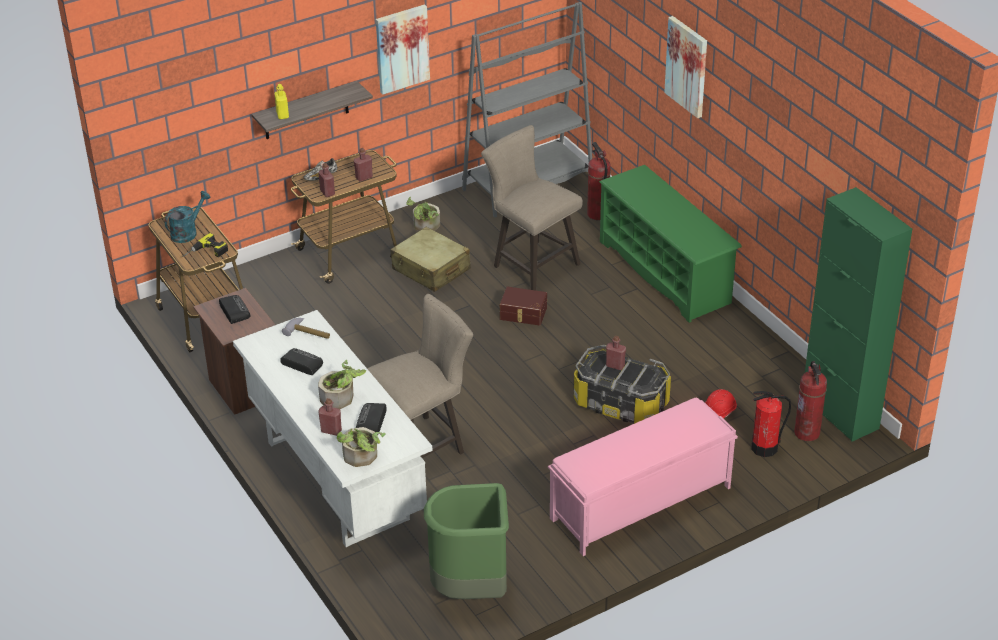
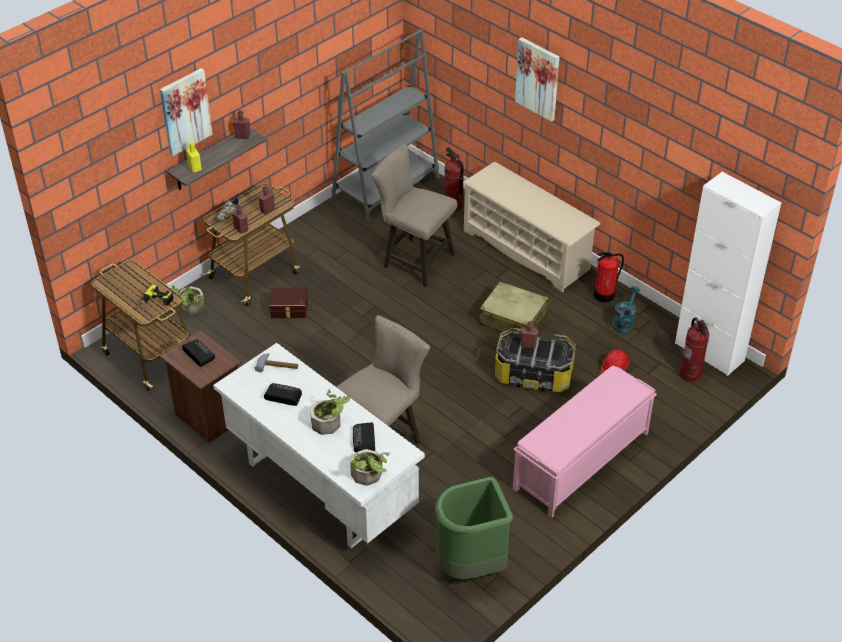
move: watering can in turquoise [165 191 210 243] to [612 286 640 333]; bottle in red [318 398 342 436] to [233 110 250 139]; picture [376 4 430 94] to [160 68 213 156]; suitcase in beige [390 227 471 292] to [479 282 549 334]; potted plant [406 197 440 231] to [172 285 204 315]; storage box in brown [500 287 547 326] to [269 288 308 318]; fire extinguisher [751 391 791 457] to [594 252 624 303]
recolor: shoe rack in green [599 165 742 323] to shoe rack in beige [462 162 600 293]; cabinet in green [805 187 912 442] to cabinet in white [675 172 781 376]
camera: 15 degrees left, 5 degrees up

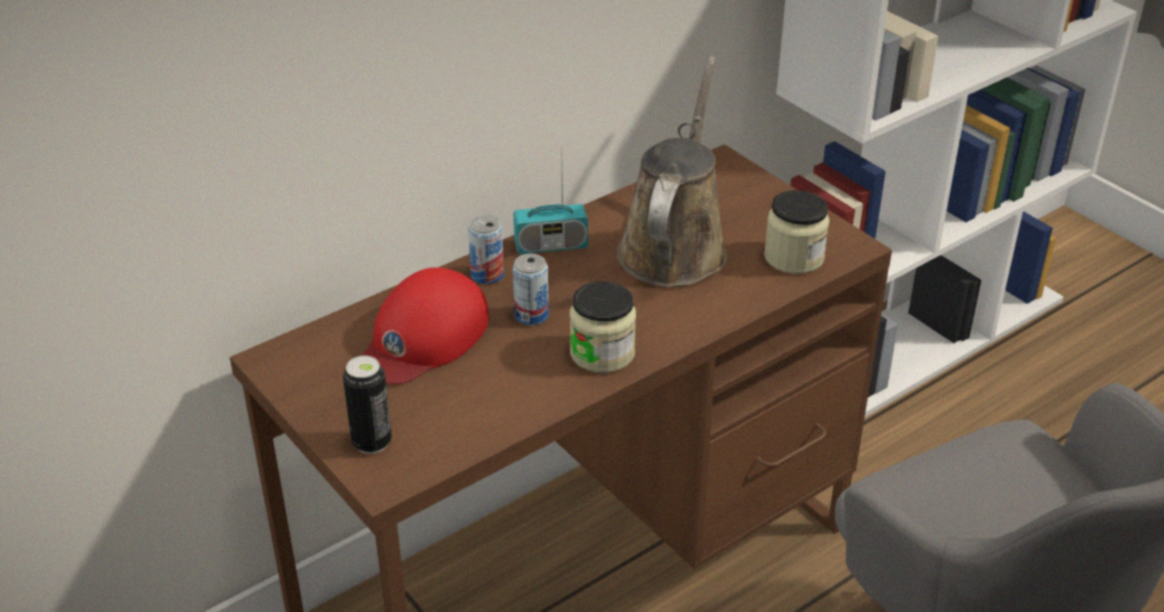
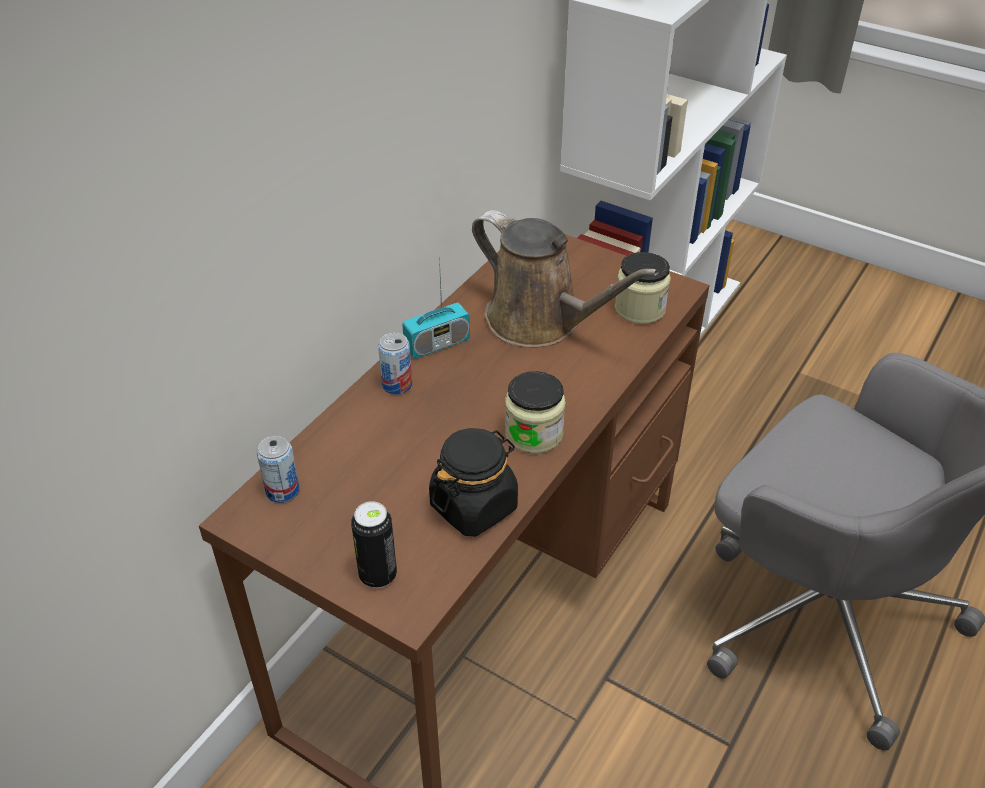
delete: cap in red [361 267 489 384]
insert: jar in black [429 428 518 536]
move: can [513 254 549 325] to [257 435 300 503]
rotate: watering can in brown [617 56 727 287] = [472 210 659 348] 135 degrees clockwise
camera: 20 degrees left, 5 degrees up

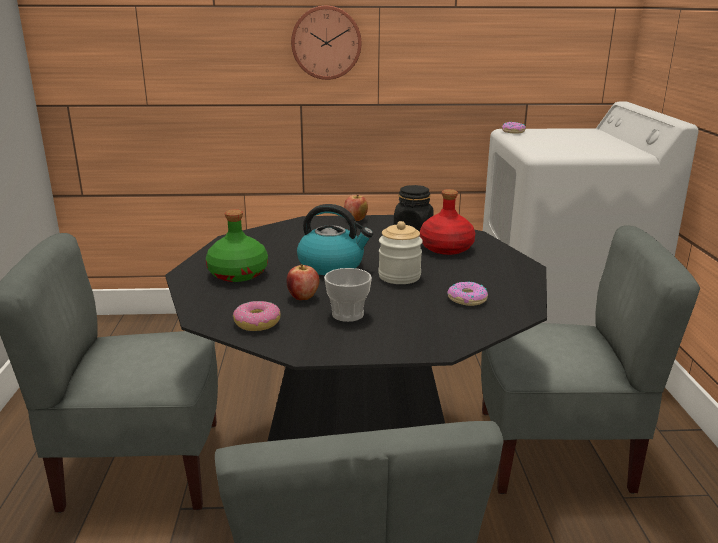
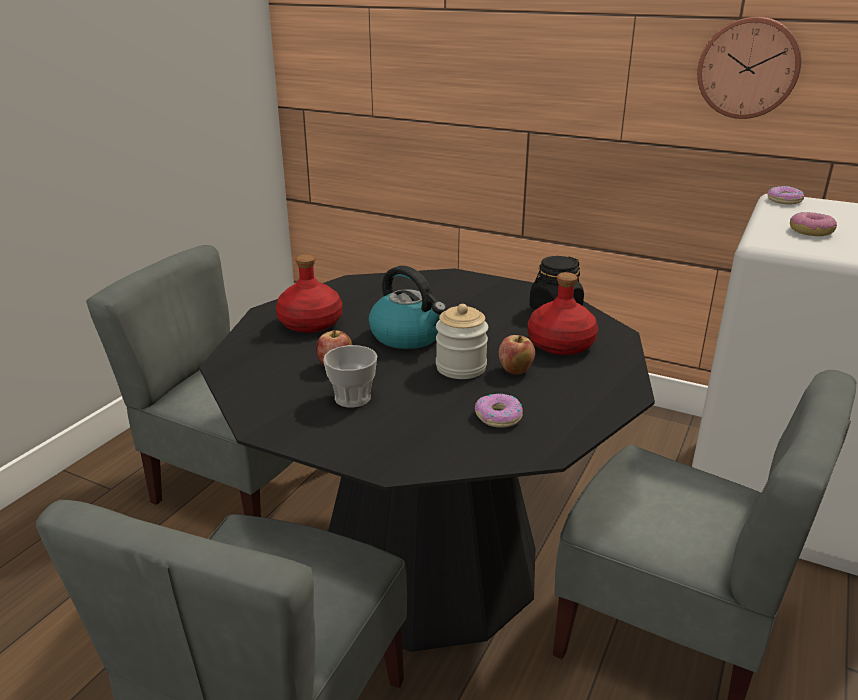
move: donut [233 301 281 331] to [790 212 837 236]; wall clock [291 5 361 80] to [697 17 802 119]; apple [344 194 368 221] to [499 335 535 375]
recolor: bottle in green [206 209 268 282] to bottle in red [276 254 342 333]
camera: 30 degrees right, 5 degrees up

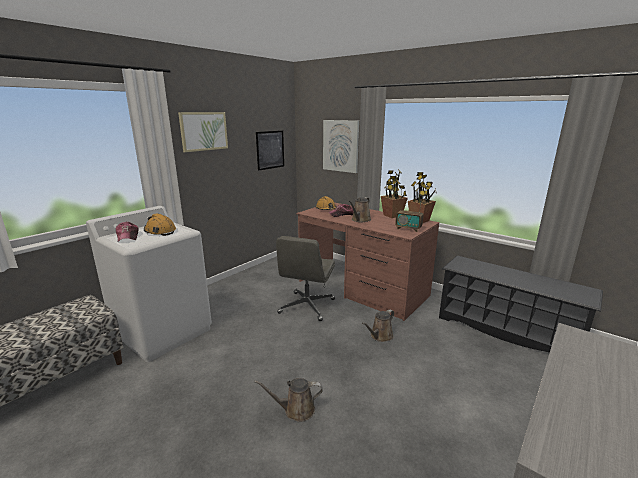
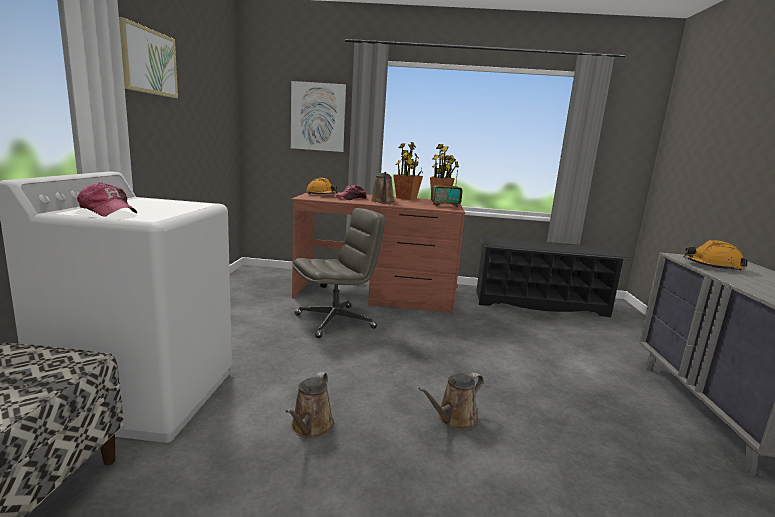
delete: picture [256 131 284 171]
move: hard hat in orange [144 213 176 236] to [683 240 747 271]; watering can in brown [362 309 394 342] to [285 372 334 438]
rotate: office chair in grey [276 236 335 321] = [293 208 385 338] 105 degrees counterclockwise
camera: 35 degrees left, 5 degrees down

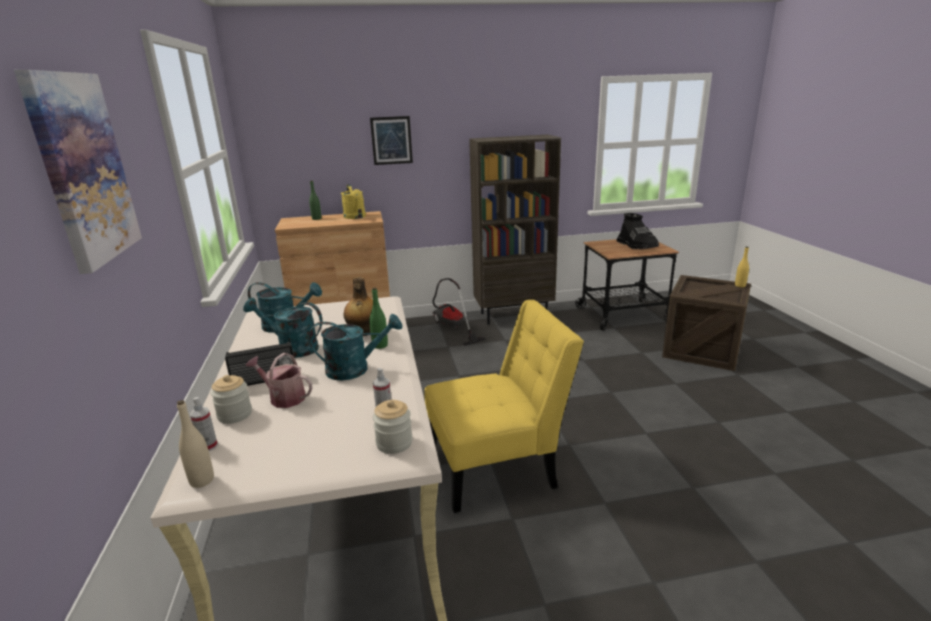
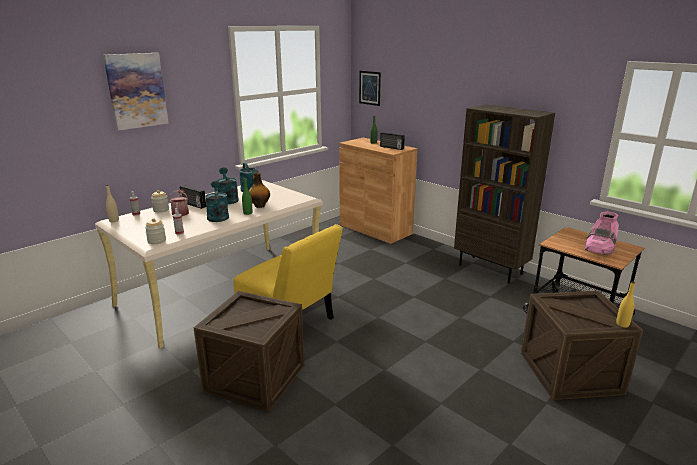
delete: vacuum cleaner [432 278 486 346]
insert: crate [194 291 304 412]
move: picture [370 116 413 165] to [359 71 381 106]
replace: watering can in yellow [341 184 366 219] to radio [380 132 405 150]
recolor: boot in black [617 213 659 249] to boot in pink [584 211 619 255]
rotate: watering can in turquoise [309 314 402 380] = [205 181 229 222] 150 degrees counterclockwise
camera: 55 degrees right, 0 degrees up

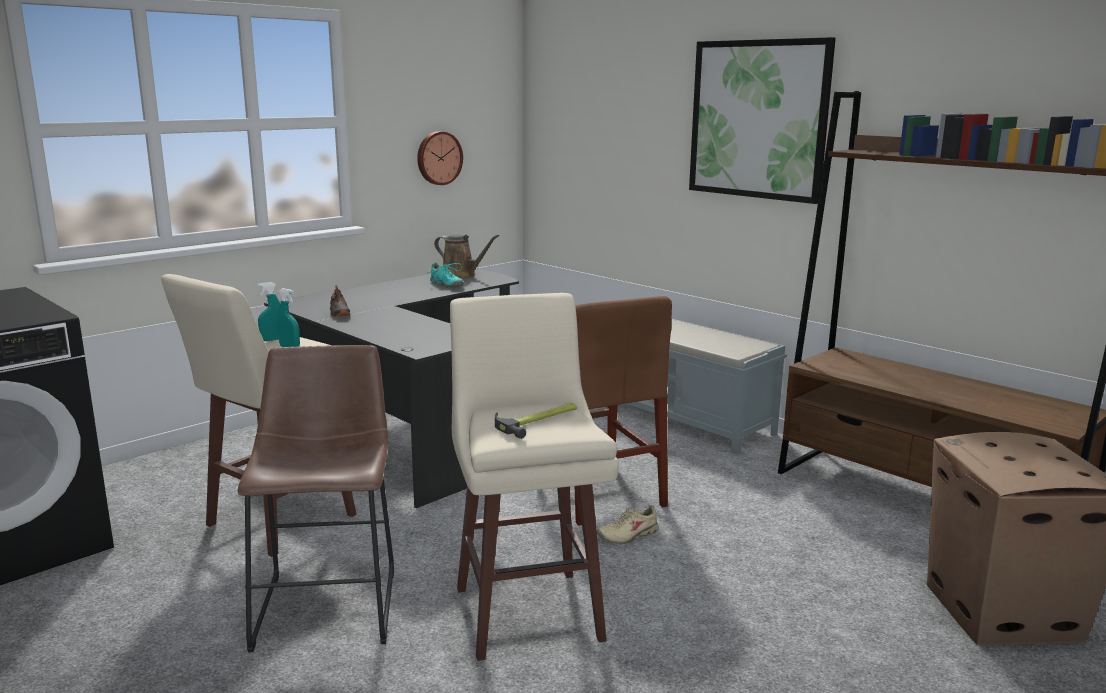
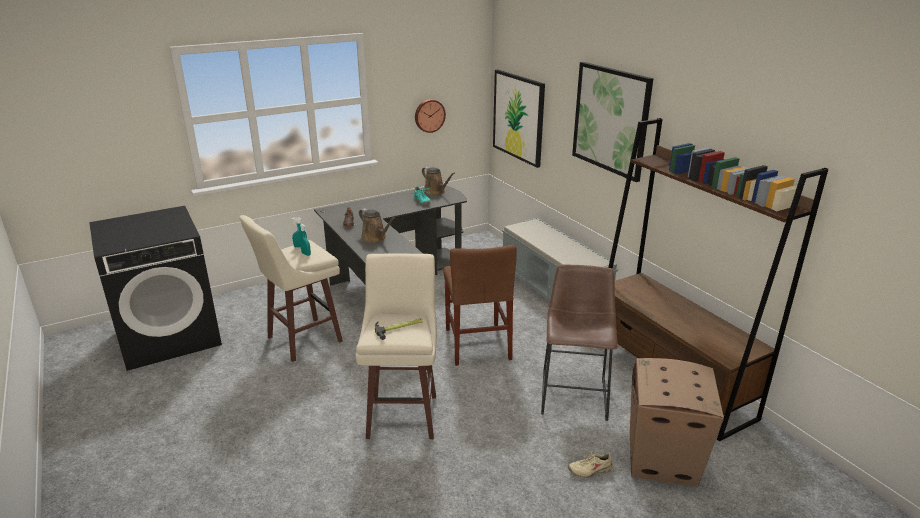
insert: watering can in brown [359 208 395 243]; picture [493 70 545 168]
move: stool in brown [238 345 394 652] to [541 265 618 421]; shoe in beige [597 505 659 544] to [568 449 613 478]
camera: 15 degrees right, 10 degrees up

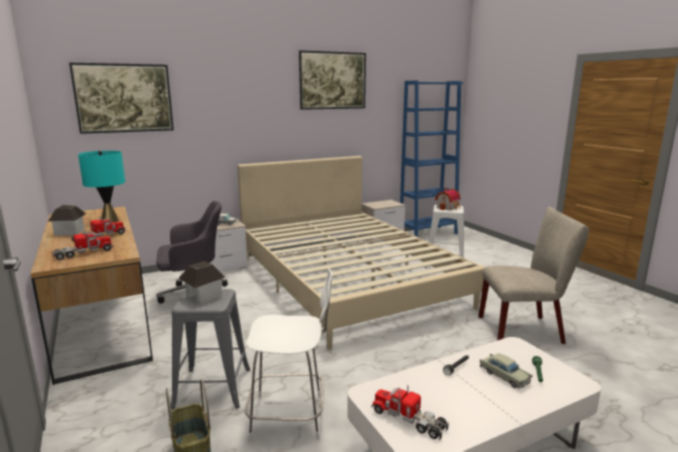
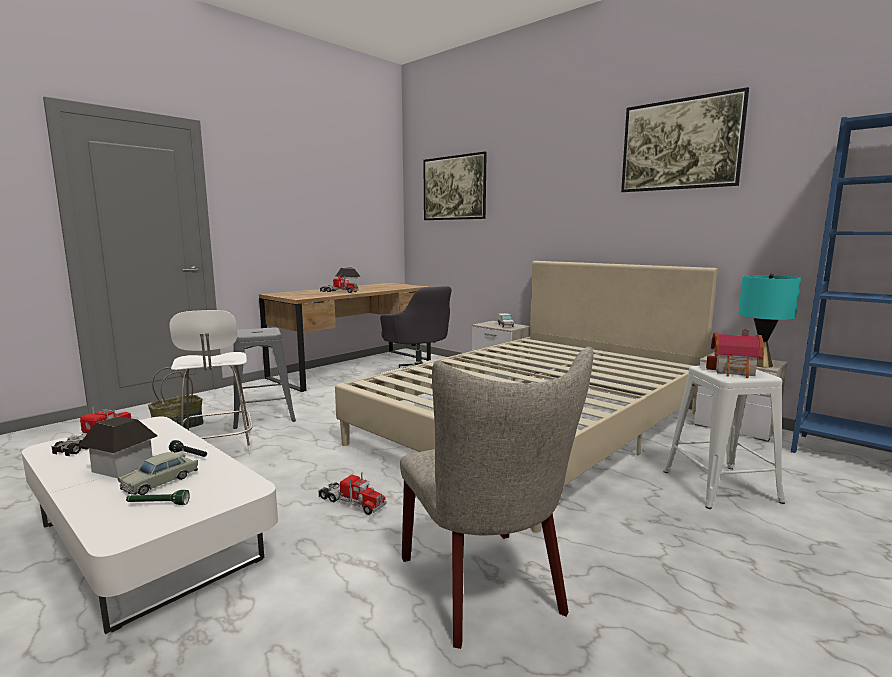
move: toy truck [51 229 113 260] to [318 473 387 515]; table lamp in turquoise [78 151 125 223] to [738 274 801 368]; toy house [178 261 225 304] to [78 416 158 478]
camera: 70 degrees right, 5 degrees down

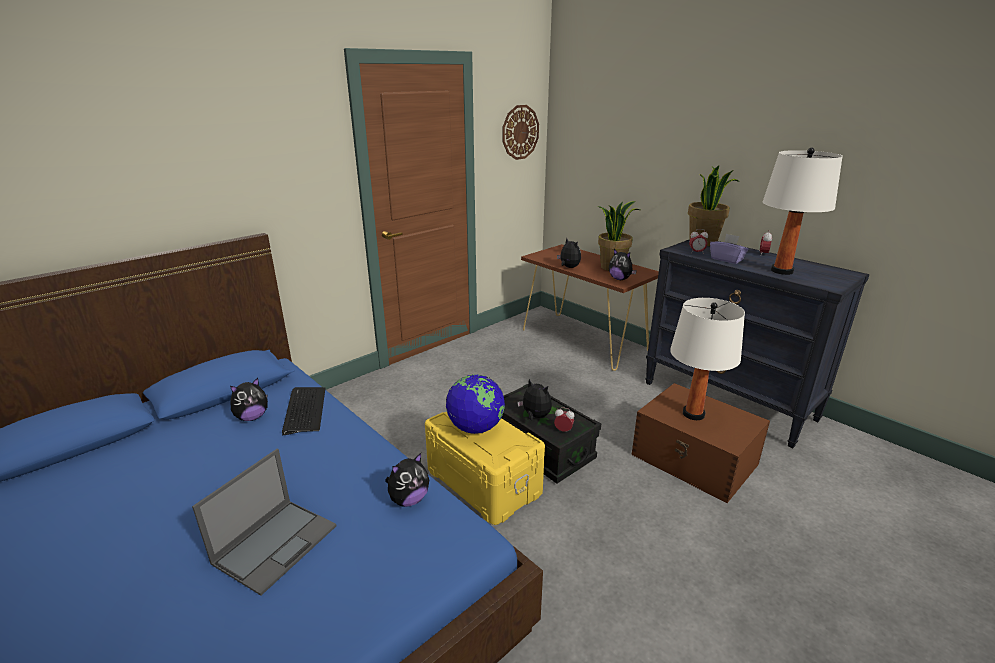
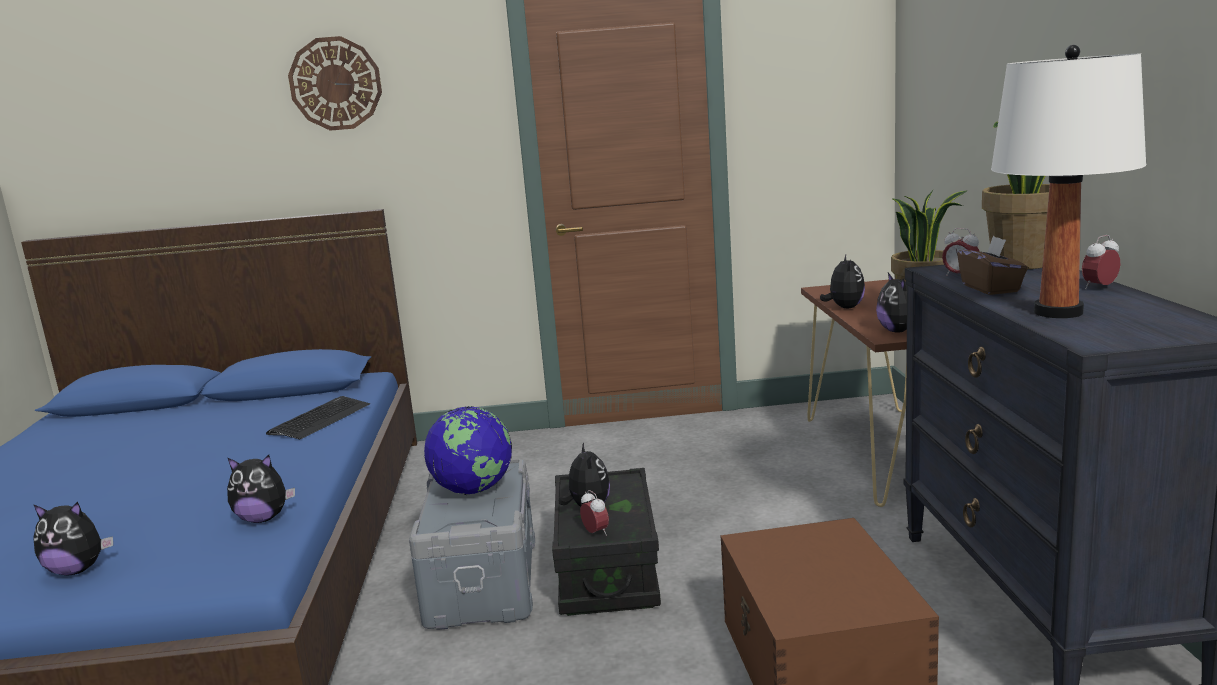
delete: laptop [192 449 337 596]; table lamp in white [670 298 745 420]
move: plush toy [230 378 268 421] to [33 502 113 575]; wall clock [502 105 539 160] to [288 36 382 131]
recolor: storage box in yellow [425 411 545 525] to storage box in grey [409 459 535 630]; tissue box in purple [710 234 748 264] to tissue box in brown [957 236 1028 295]
camera: 40 degrees right, 10 degrees down

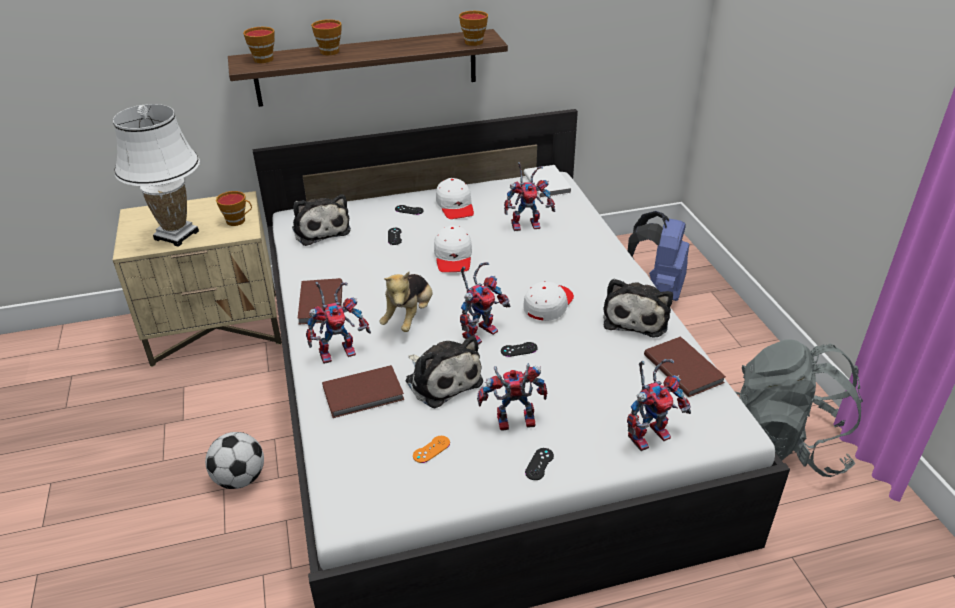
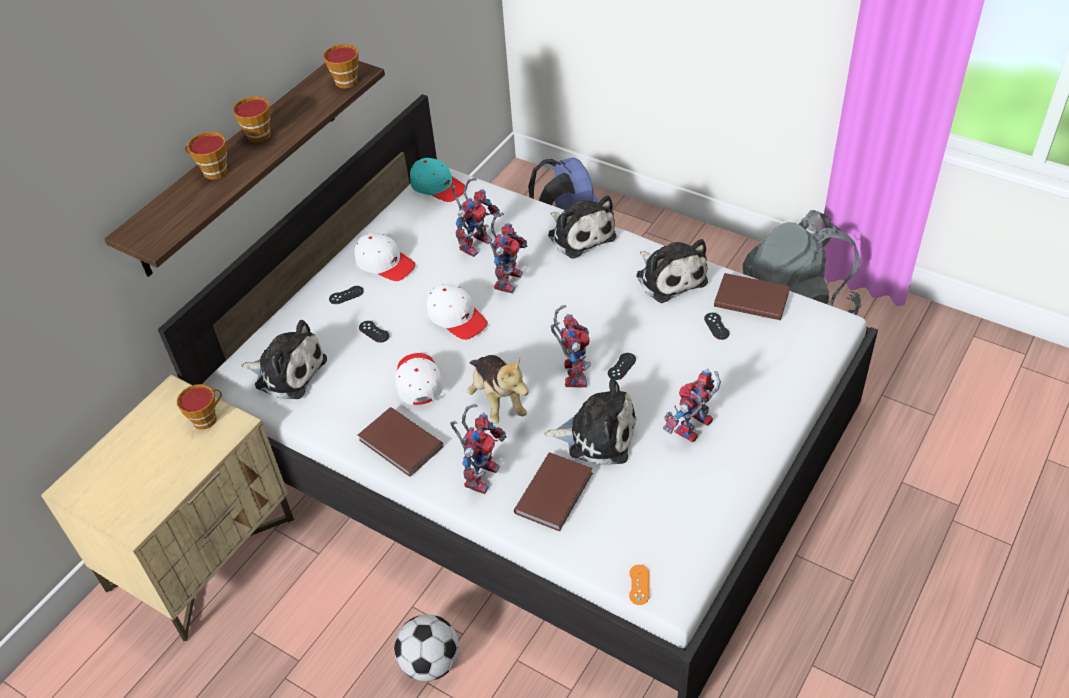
delete: table lamp in white [113 104 200 247]
insert: plush toy [548 195 616 259]
move: cup [243 27 275 63] to [233 96 271 143]; game controller in orange [413 436 450 463] to [629 565 649 605]; cap in white [523 281 574 321] to [395 353 443 405]; game controller in black [525 448 554 480] to [704 313 729 340]; toy robot [627 359 691 451] to [482 212 527 293]
replace: book in white [524 165 572 198] to cap in turquoise [410 158 465 202]
camera: 40 degrees left, 10 degrees up

